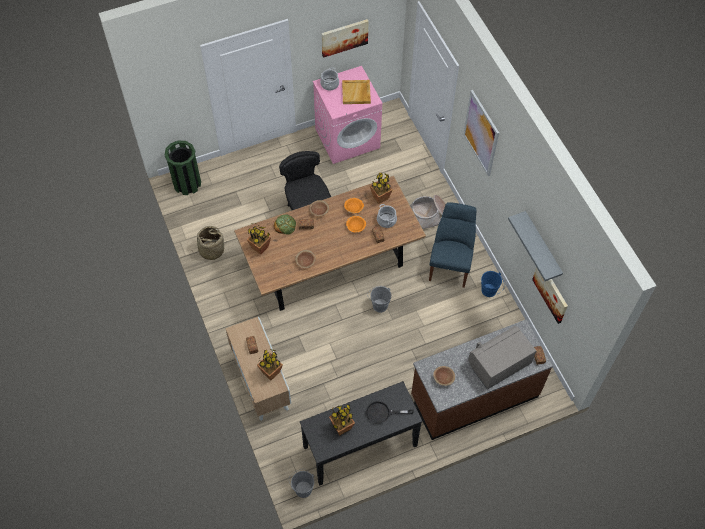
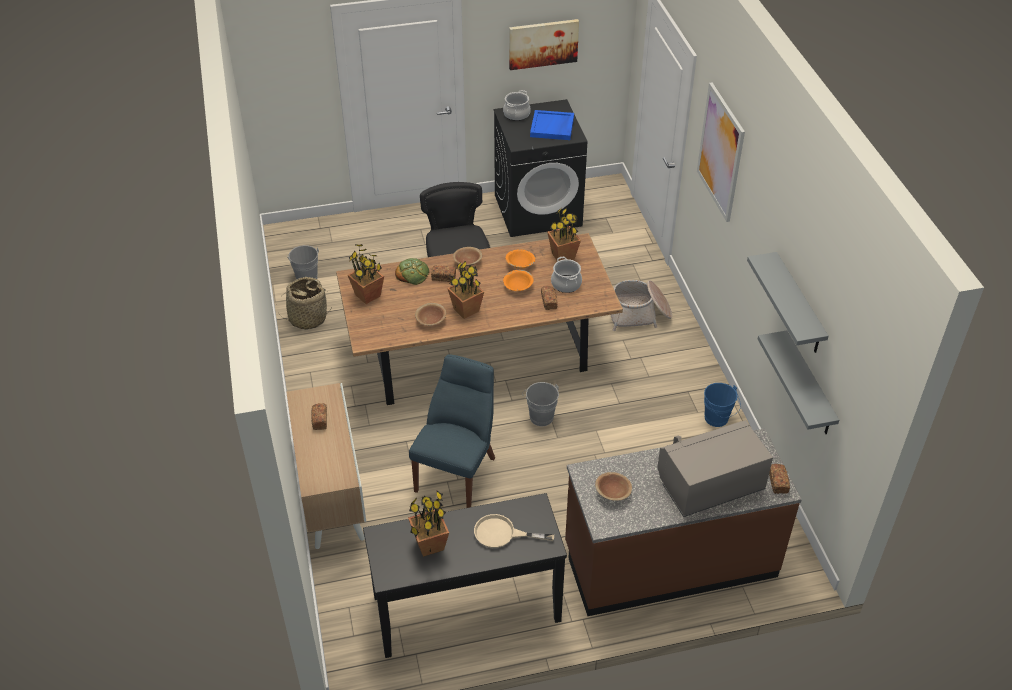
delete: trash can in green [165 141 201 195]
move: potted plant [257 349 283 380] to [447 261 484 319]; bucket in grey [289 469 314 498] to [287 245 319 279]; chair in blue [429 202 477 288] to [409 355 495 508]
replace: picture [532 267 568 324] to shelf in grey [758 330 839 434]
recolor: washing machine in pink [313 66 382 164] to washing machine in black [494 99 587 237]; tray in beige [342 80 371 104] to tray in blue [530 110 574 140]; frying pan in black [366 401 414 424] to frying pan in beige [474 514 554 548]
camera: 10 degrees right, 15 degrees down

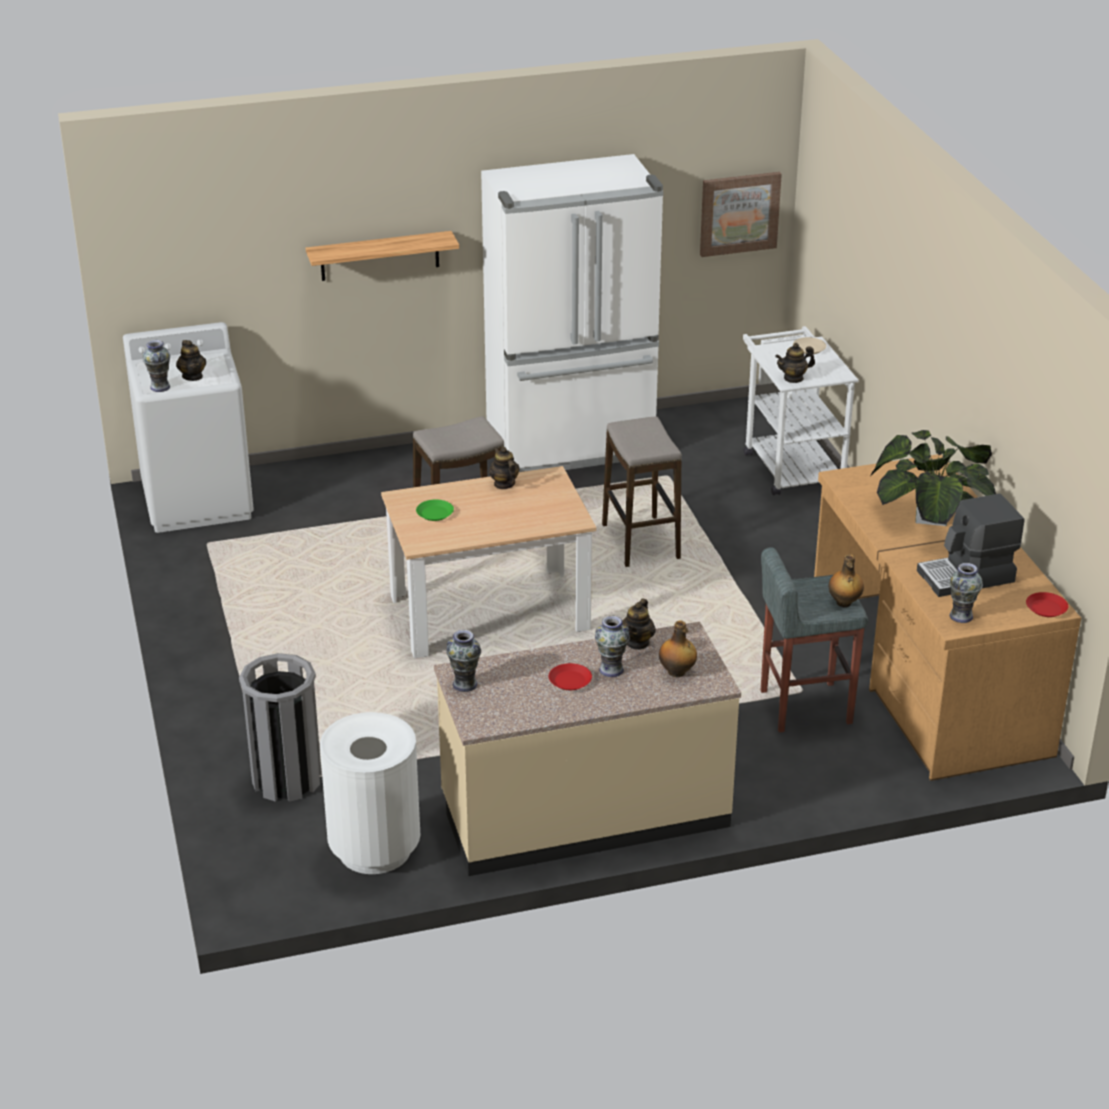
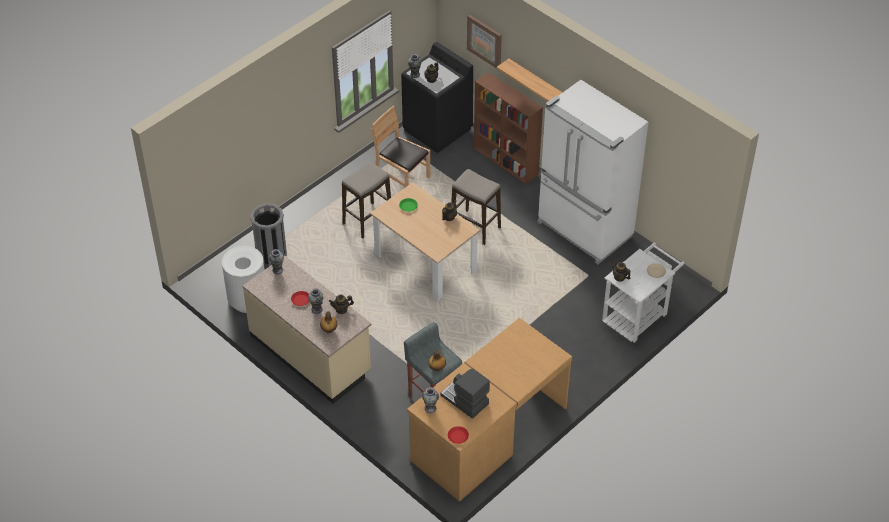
delete: potted plant [870 430 996 526]
insert: chair in brown [371 106 430 187]; bookcase in brown [474 72 543 184]
move: stool [602 416 682 567] to [342 161 391 239]; picture [700 172 782 257] to [467 14 502 69]
recolor: washing machine in white [123 322 254 533] to washing machine in black [401 42 473 153]
camera: 60 degrees right, 15 degrees up

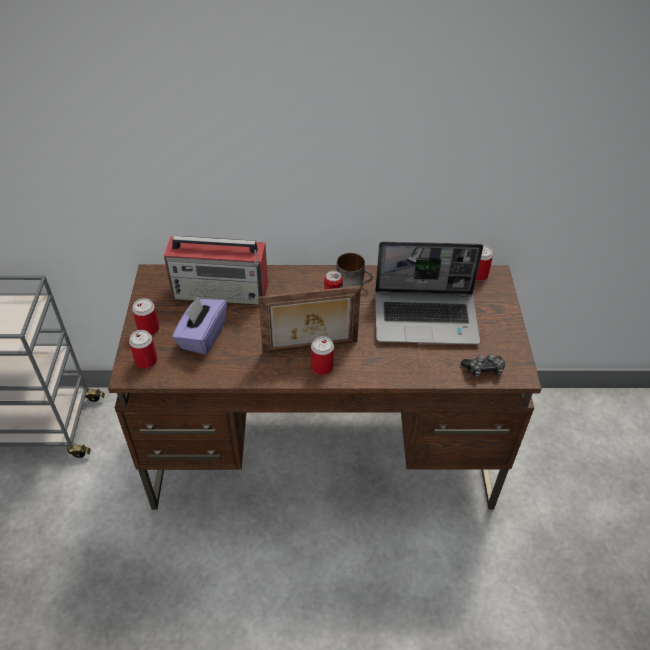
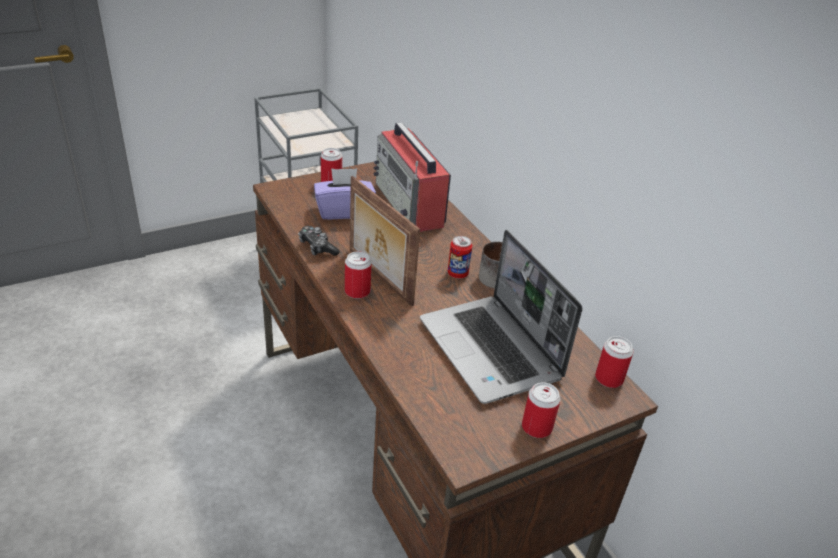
move: can [129 330 157 369] to [522 382 561 438]; game controller [461 354 505 378] to [298 226 340 256]
camera: 60 degrees right, 10 degrees down

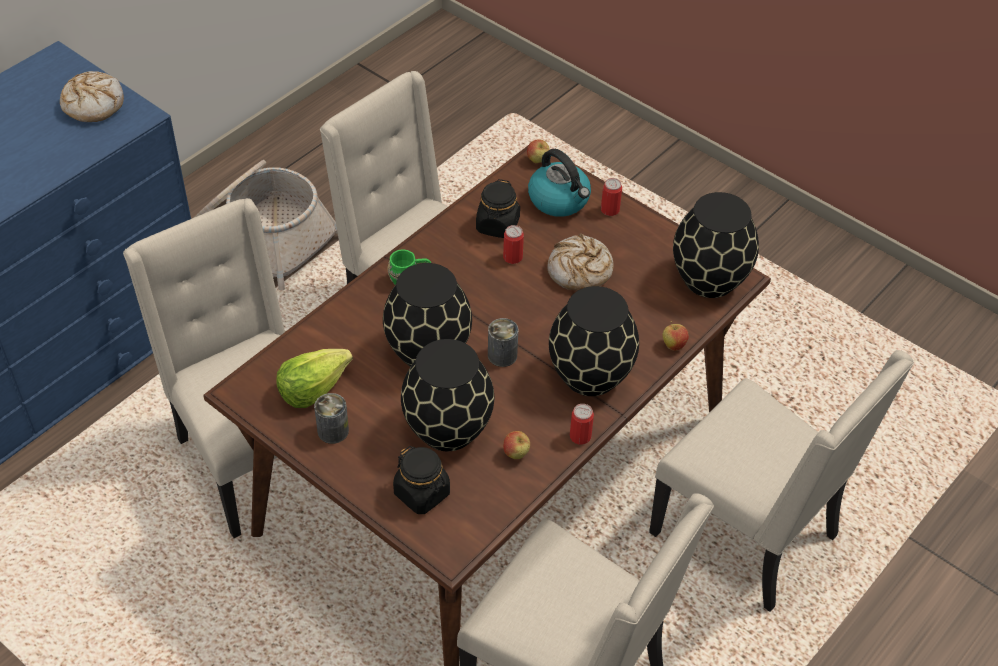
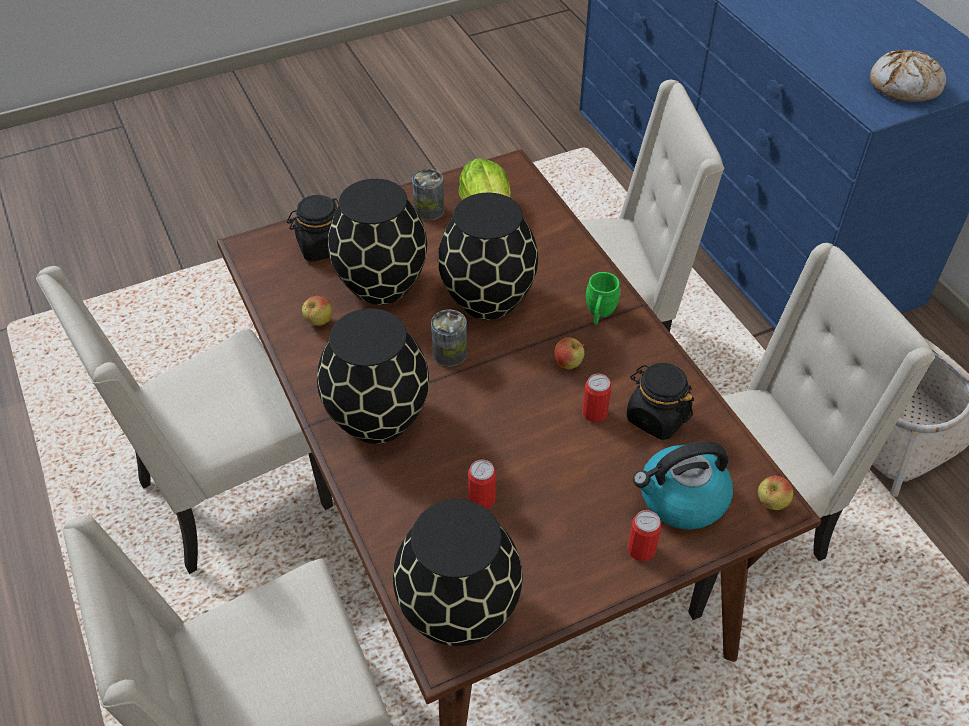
delete: bread [547 233 614 290]
move: can [570 404 594 445] to [468 460 496 509]; apple [663 321 689 351] to [554 337 584 369]
camera: 115 degrees right, 0 degrees up

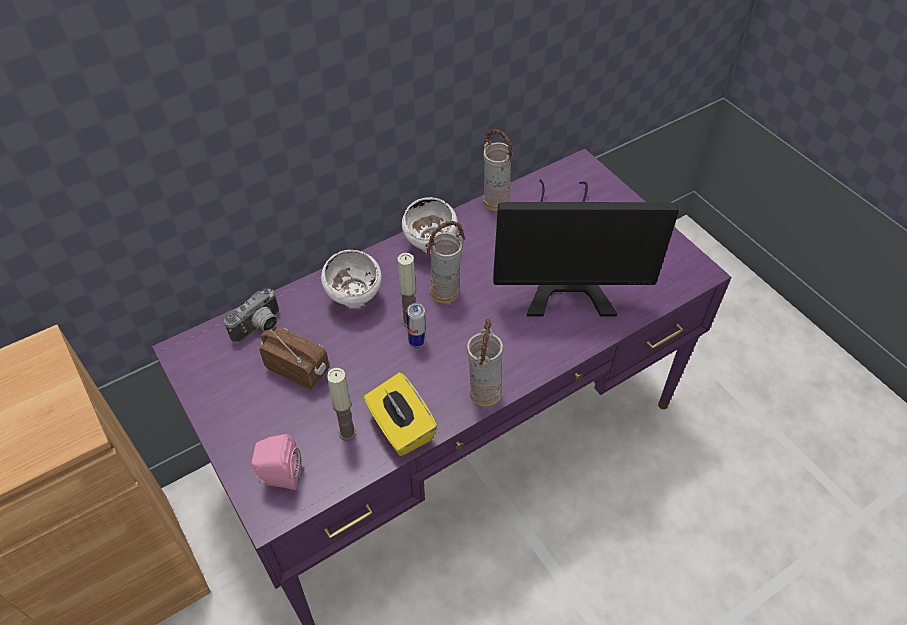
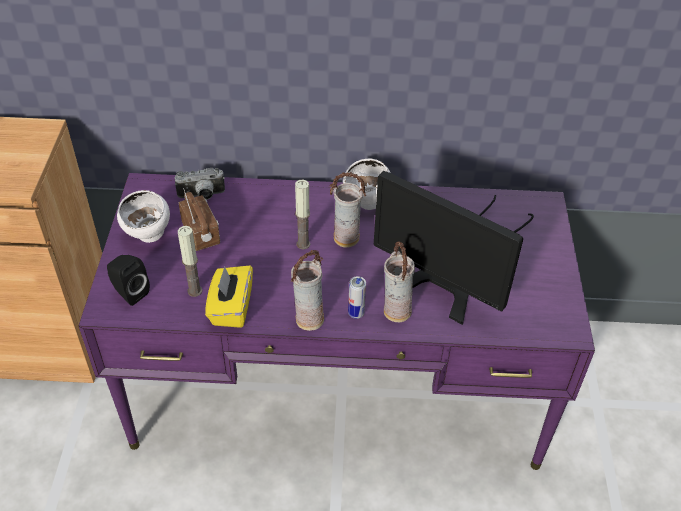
move: bowl in white [321 250 382 307] to [117 190 170 243]; can [407 303 426 348] to [348 276 366 319]; vase [483 129 513 211] to [384 242 415 322]
recolor: speaker in pink [251 434 302 490] to speaker in black [107 255 150 306]
camera: 35 degrees right, 5 degrees down

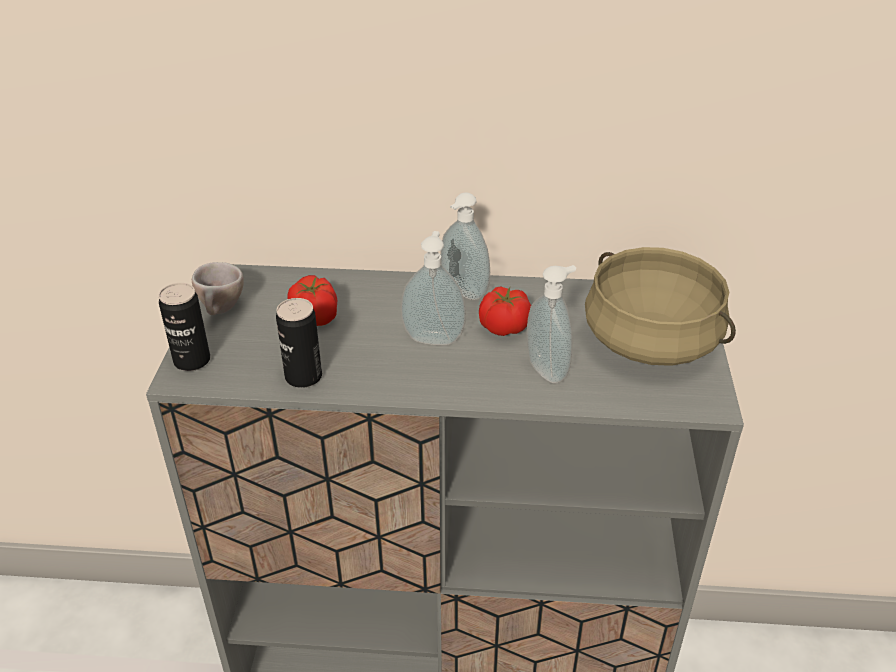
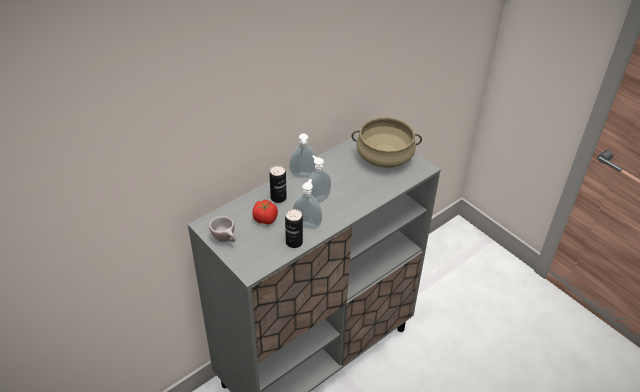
delete: tomato [479 287 531 336]
move: can [159 283 210 371] to [269 165 287 203]; soap dispenser [527 265 576 383] to [293 179 322 229]
camera: 45 degrees left, 5 degrees up

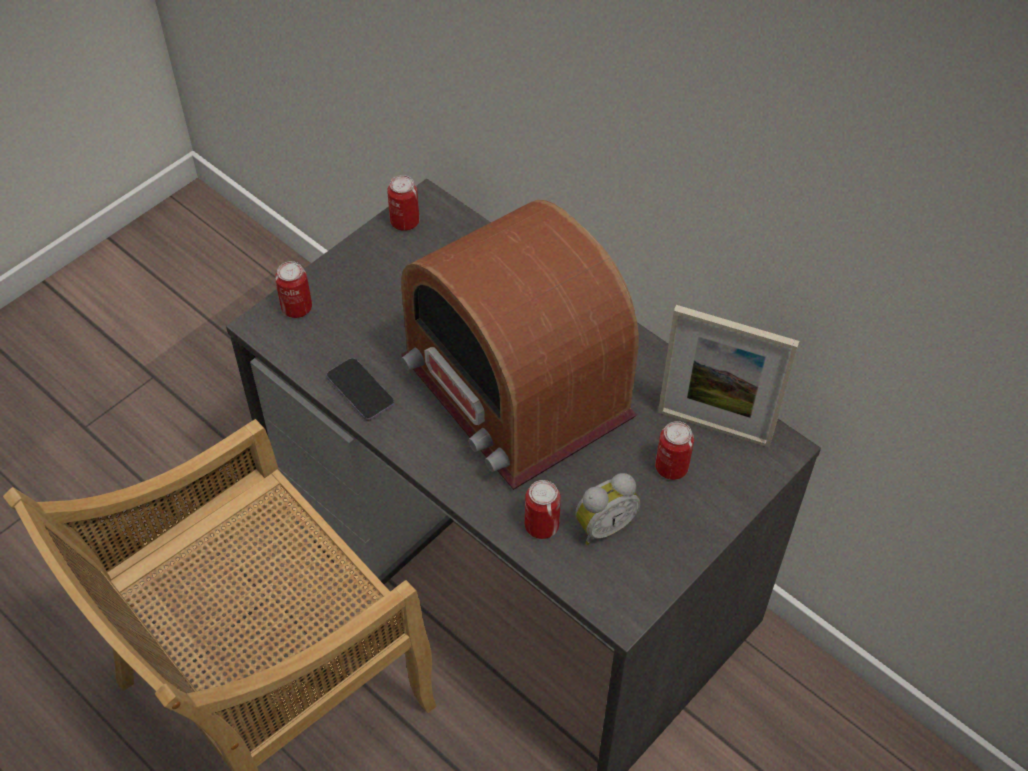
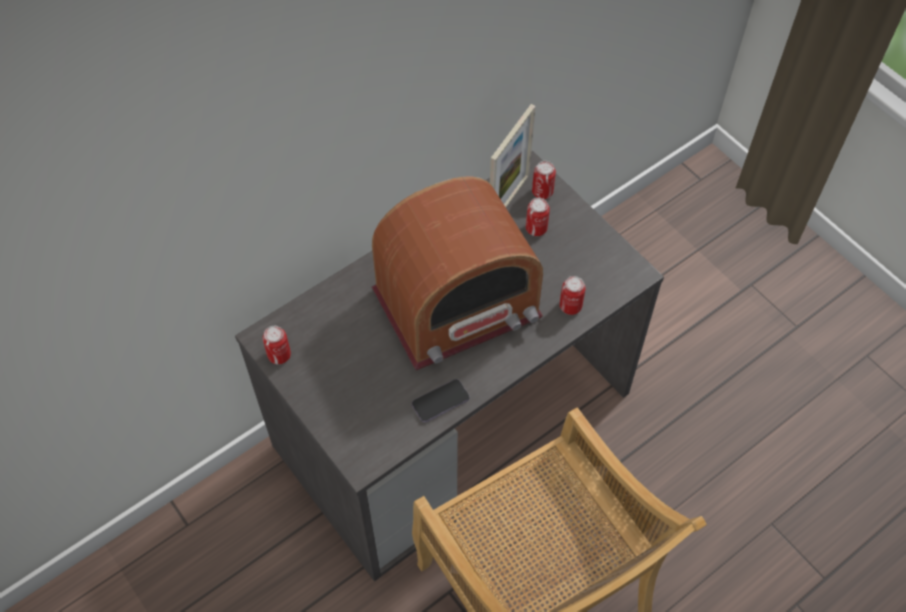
delete: alarm clock [575 473 640 545]
move: can [275 261 312 318] to [532 161 556 199]
camera: 80 degrees left, 5 degrees up

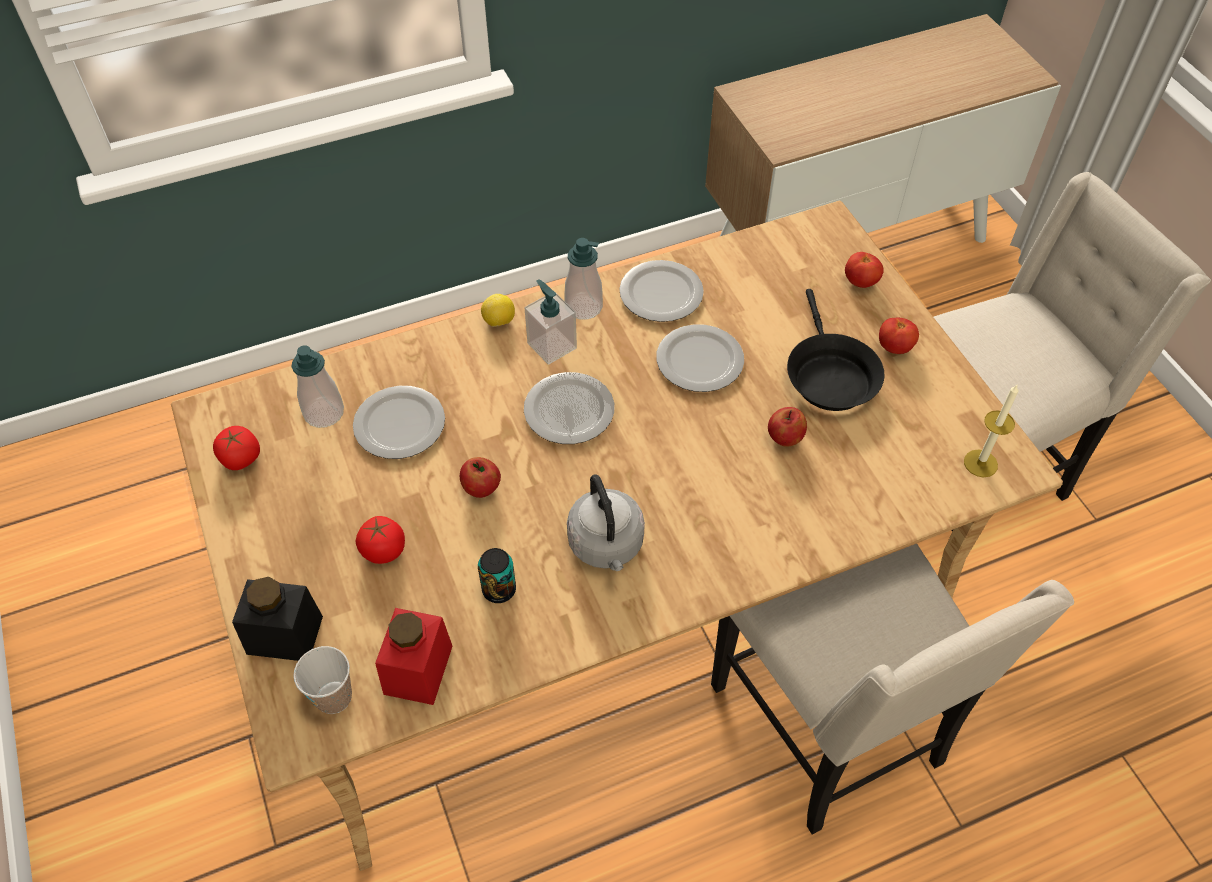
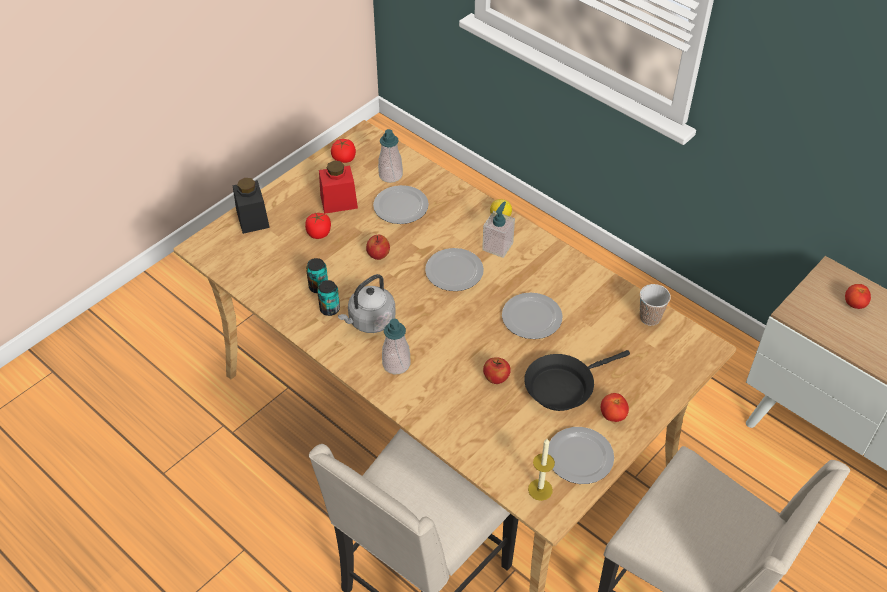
insert: can [317 280 340 316]
move: cup [294 646 352 714] to [640 284 671 326]; jar in red [375 608 452 705] to [319 161 358 214]; soap dispenser [564 238 603 320] to [382 319 411 374]; plate [619 260 704 322] to [548 427 614 484]; tomato [845 252 884 288] to [845 284 871 309]
camera: 65 degrees right, 5 degrees down

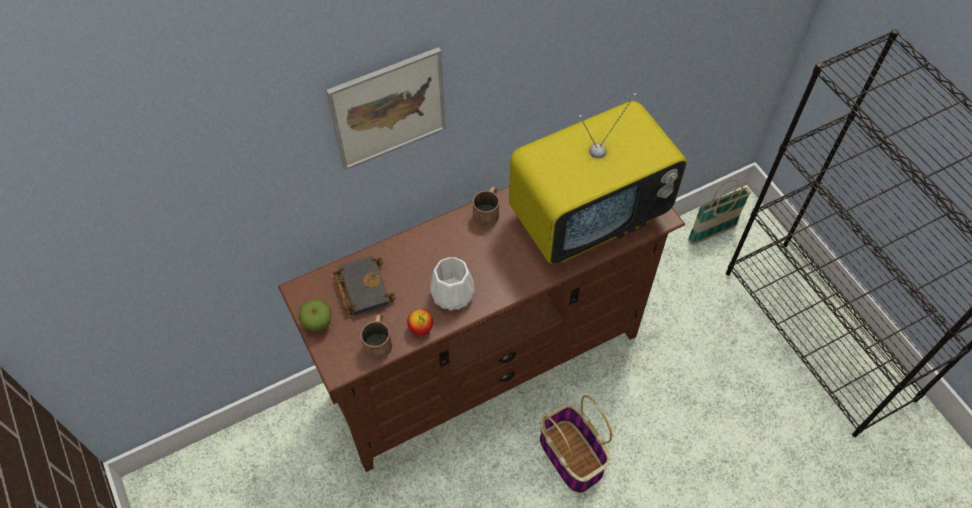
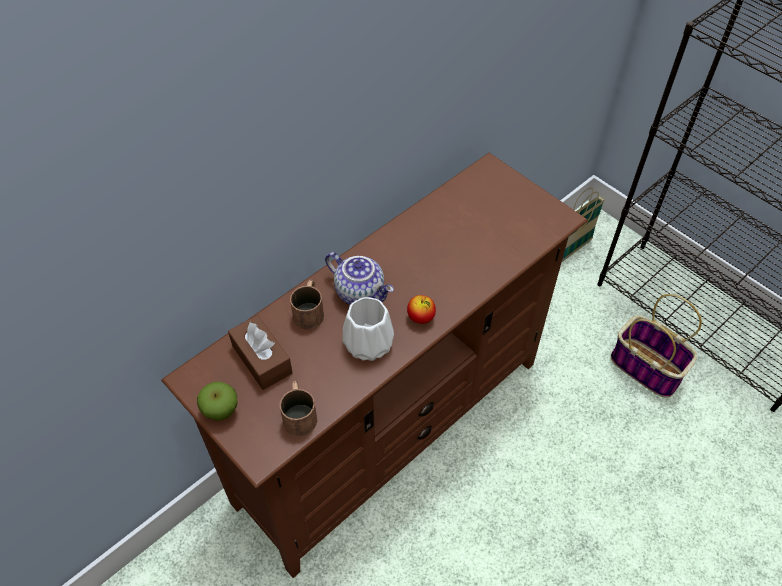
delete: picture [326 47 446 170]; television [509 93 687 264]
insert: teapot [325 252 394 305]
move: apple [407 309 433 335] to [407 295 436 324]; mug in brown [473 186 499 227] to [290 280 324 329]; basket [540 395 612 493] to [611 294 702 398]
replace: book in black [333 255 396 316] to tissue box in brown [228 315 293 390]
camera: 15 degrees left, 5 degrees down

